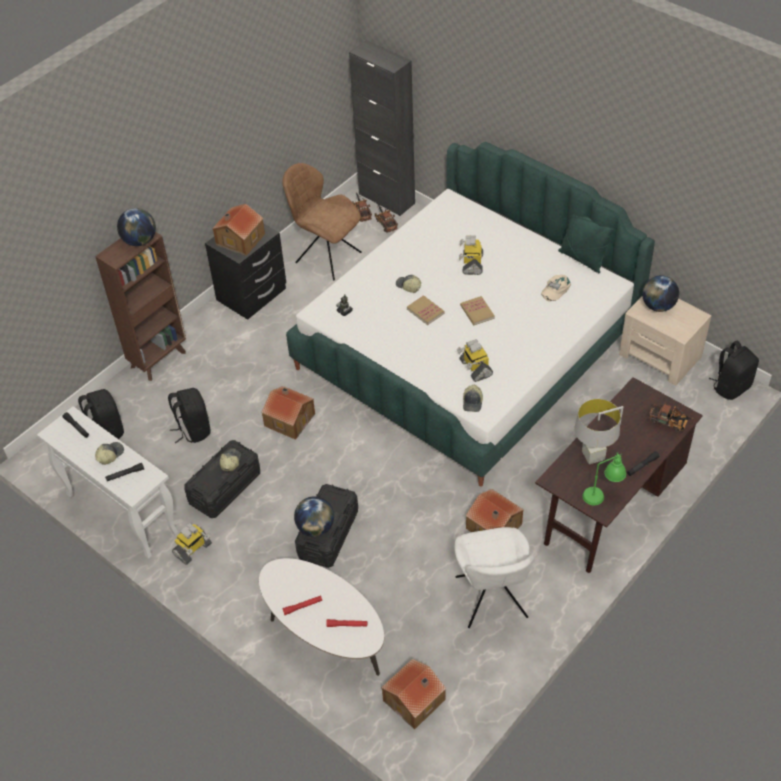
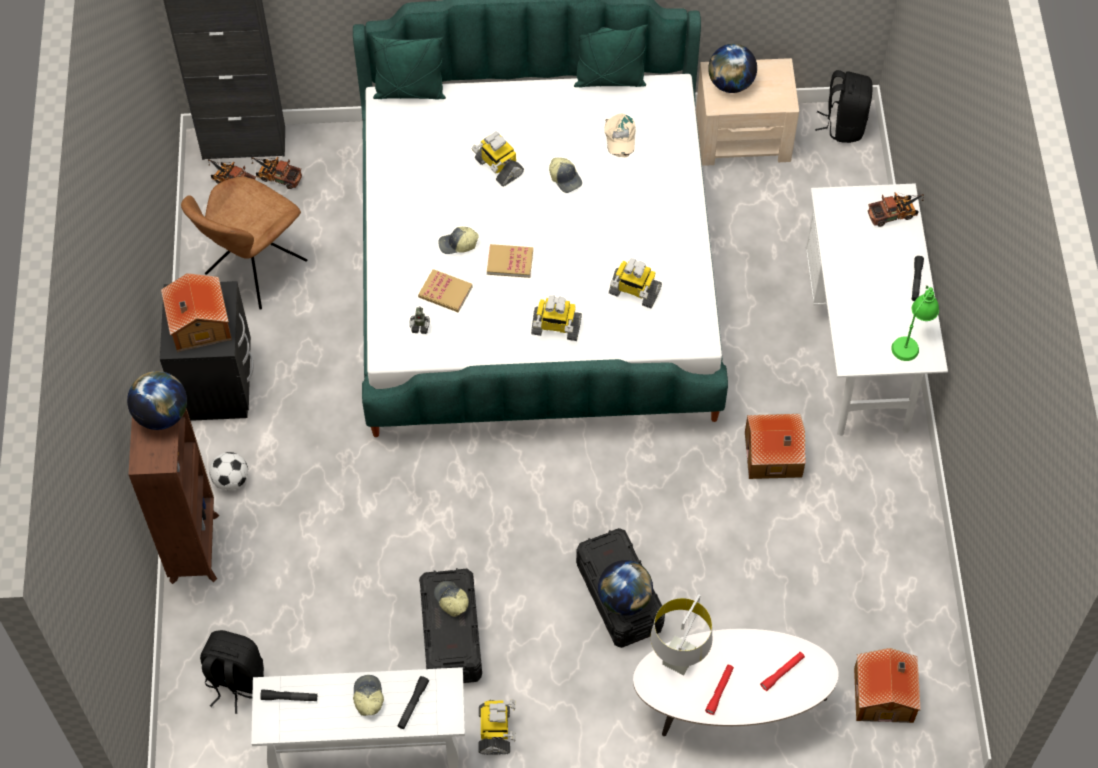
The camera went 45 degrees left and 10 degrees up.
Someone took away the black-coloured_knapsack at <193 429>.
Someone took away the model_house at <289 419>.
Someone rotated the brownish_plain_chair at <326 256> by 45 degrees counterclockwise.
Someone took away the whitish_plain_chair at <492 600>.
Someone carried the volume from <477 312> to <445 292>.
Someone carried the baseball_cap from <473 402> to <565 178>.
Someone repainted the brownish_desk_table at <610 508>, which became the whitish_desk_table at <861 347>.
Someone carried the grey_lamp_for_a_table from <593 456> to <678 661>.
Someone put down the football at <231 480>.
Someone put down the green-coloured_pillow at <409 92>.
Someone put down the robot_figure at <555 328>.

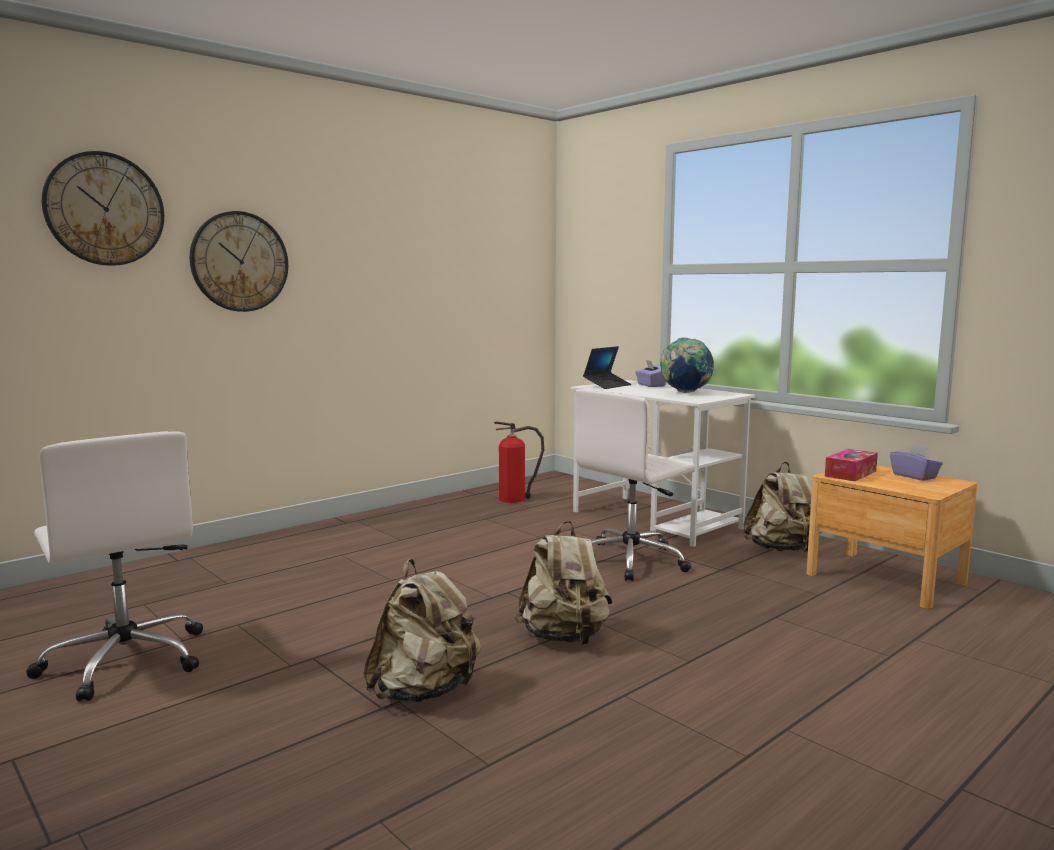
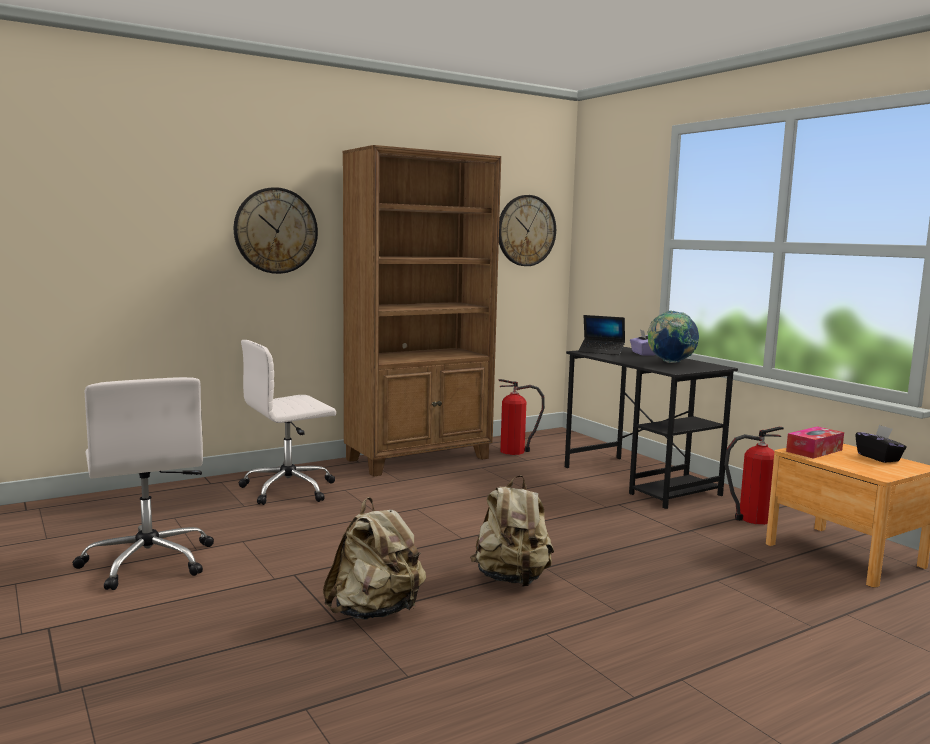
The camera went 10 degrees right and 0 degrees up.
Someone carried the hanging_clock from <104 209> to <526 230>.
Someone repainted the whitish_desk_table at <656 520>, which became the black-coloured_desk_table at <640 481>.
Someone carried the whitish_office_chair from <632 560> to <290 489>.
Someone rotated the laptop at <607 385> by 60 degrees clockwise.
Someone swapped the beige_knapsack at <782 550> for the fire_extinguisher at <752 519>.
Someone repainted the purple_box_of_tissues at <914 476>, which became the black-coloured_box_of_tissues at <878 458>.
Someone put down the brownish_bookshelf at <419 459>.

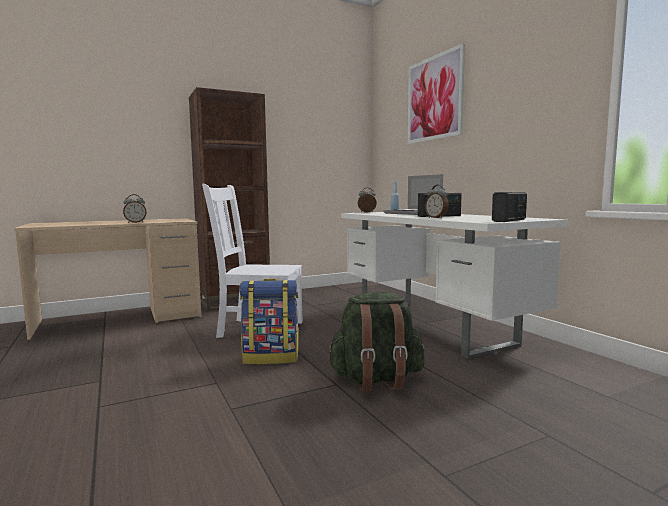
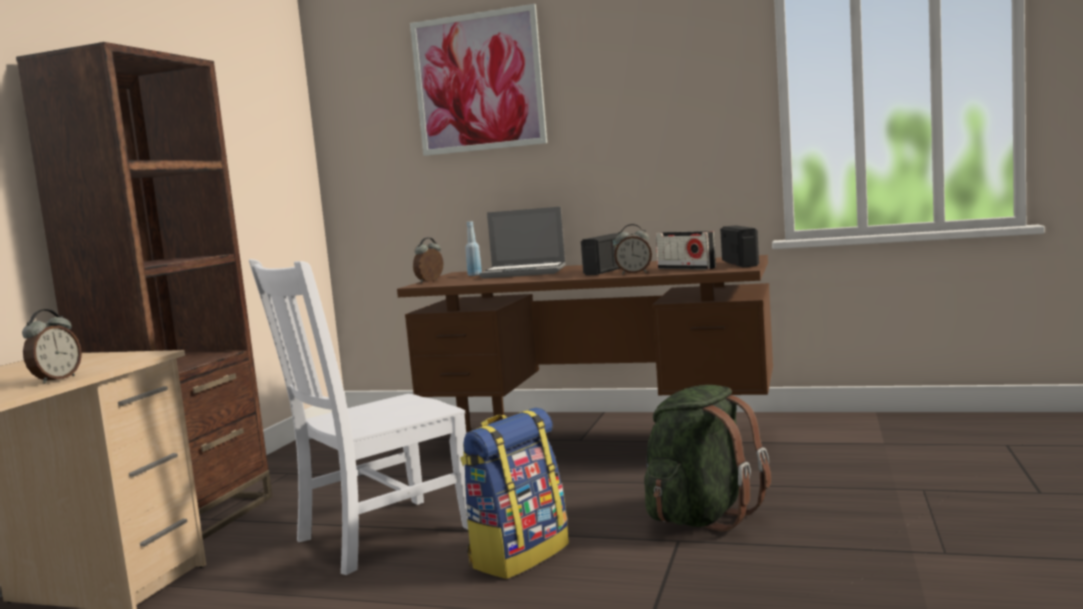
The camera went 45 degrees left and 0 degrees up.
Someone repainted the whitish_desk_table at <432 326>, which became the brownish_desk_table at <599 441>.
Someone put down the radio_receiver at <686 268>.

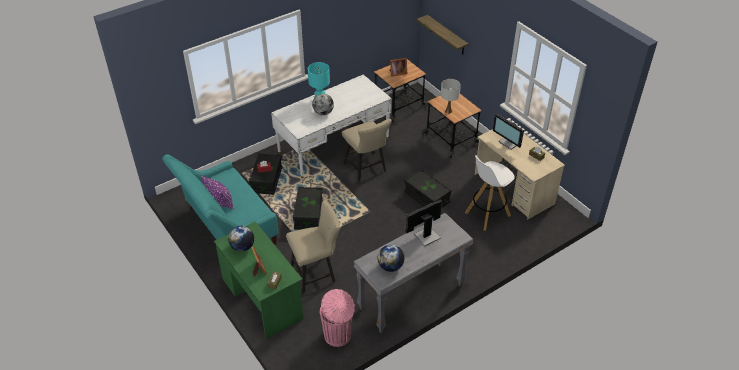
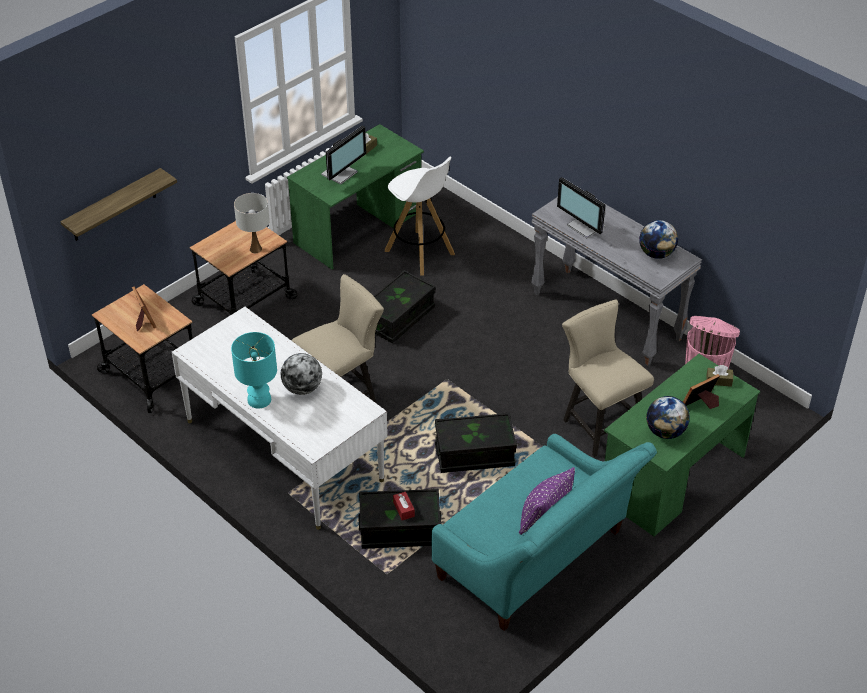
The camera went 100 degrees left and 0 degrees up.
Someone repainted the beige_desk_table at <514 189>, which became the green-coloured_desk_table at <358 228>.

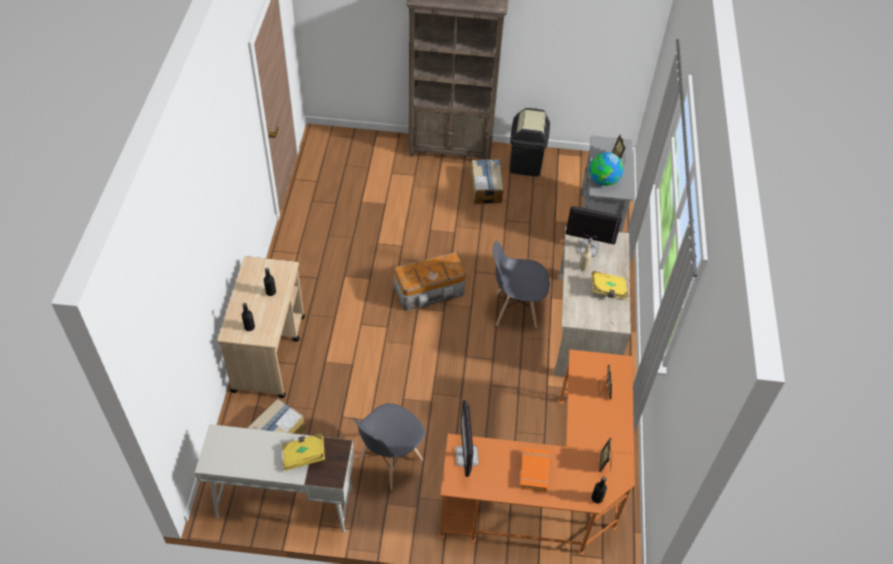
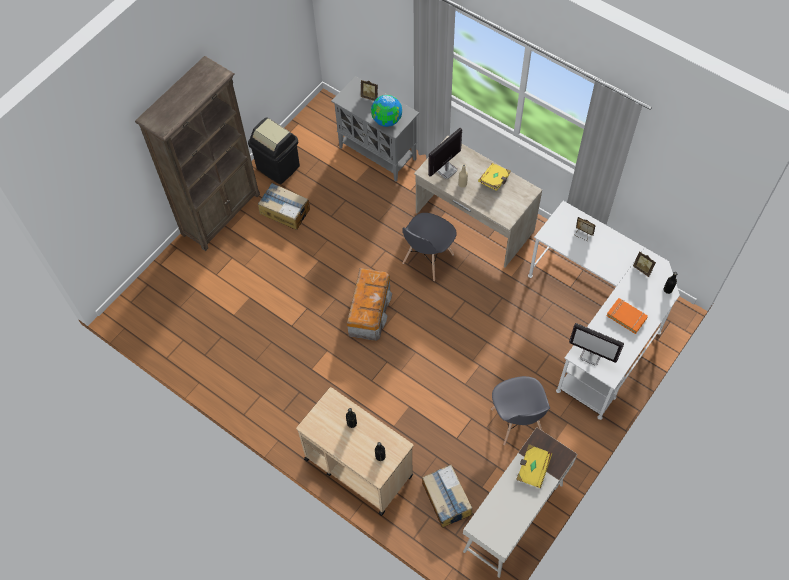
The camera went 55 degrees left and 10 degrees up.
Someone repainted the orange_desk_table at <549 487>, which became the whitish_desk_table at <598 323>.

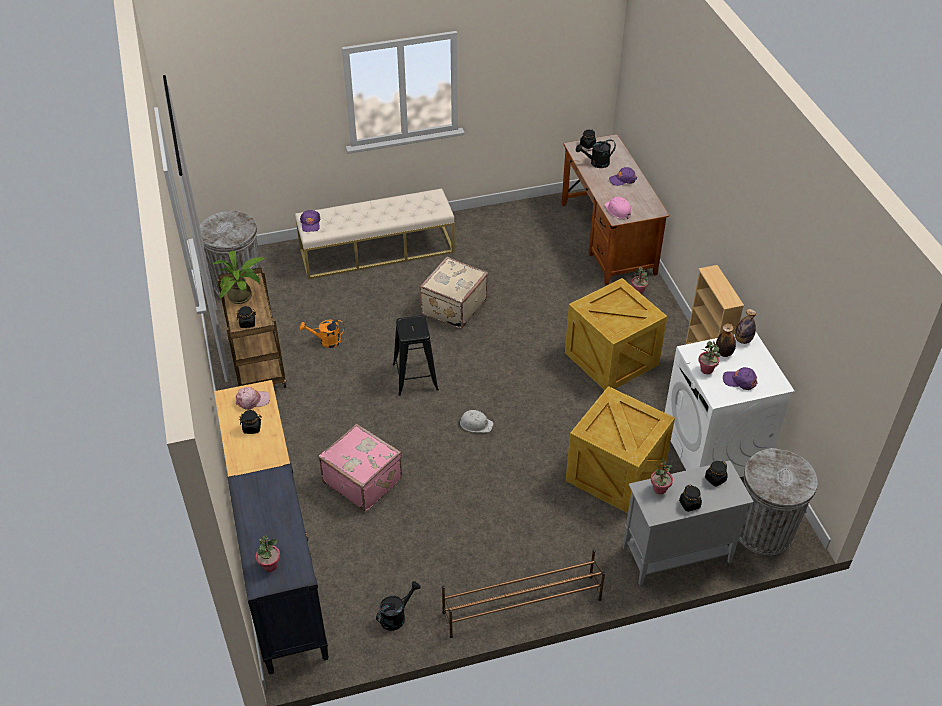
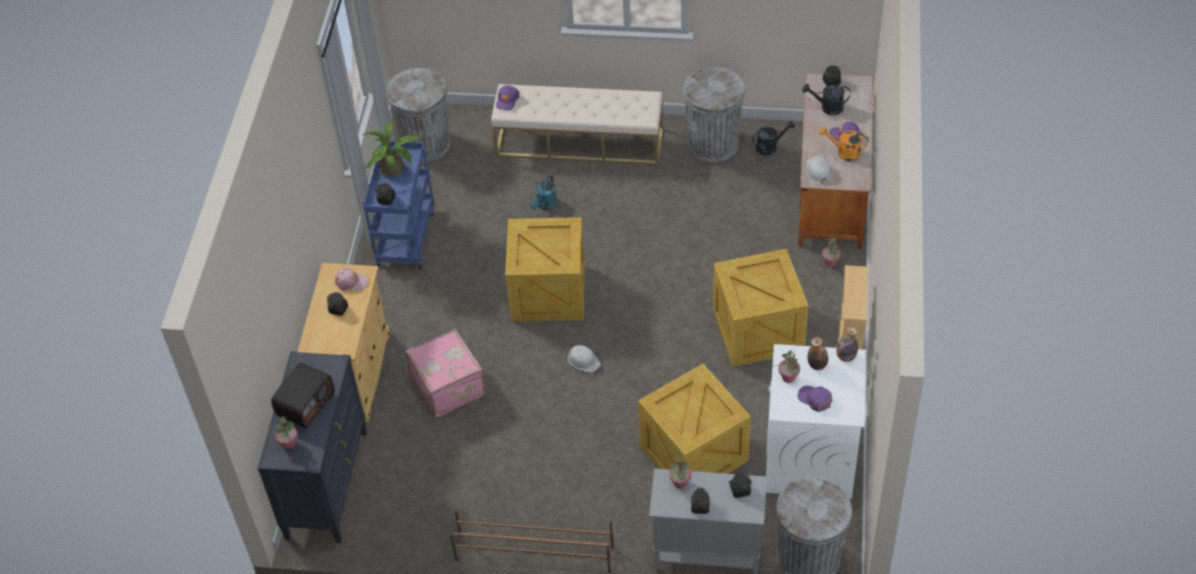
The camera went 25 degrees right and 5 degrees up.
Someone repainted the brownish_trolley at <257 364>, which became the bluish_trolley at <405 237>.
Someone carried the orange_watering_pot from <326 341> to <844 153>.
Someone carried the black-coloured_watering_pot from <396 616> to <770 147>.
Someone swapped the black-coloured_sitting_stool at <415 377> for the packing_crate at <549 293>.
Someone took away the beige_travel_case at <452 306>.
Someone repainted the pink_safety_helmet at <618 210>, which became the whitish_safety_helmet at <818 171>.
Someone put down the radio_receiver at <305 404>.
Someone put down the turquoise_watering_pot at <545 205>.
Someone put down the grey_waste_bin at <713 144>.

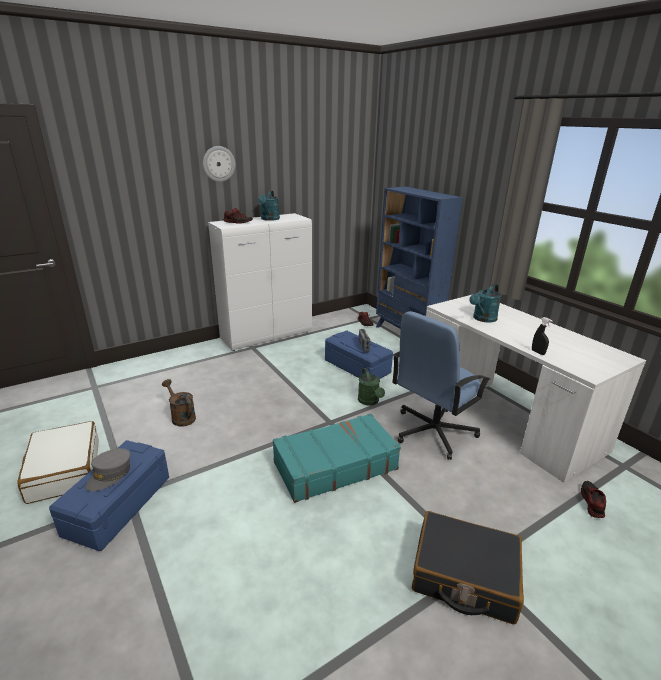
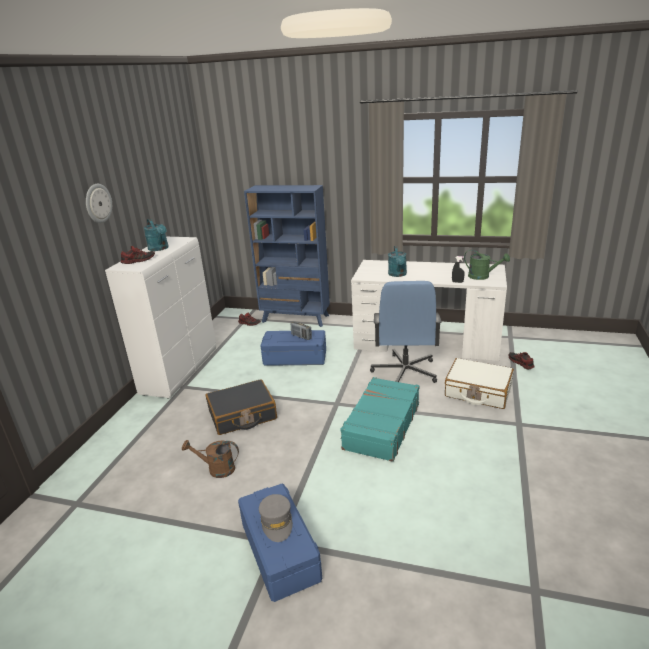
The camera went 40 degrees left and 0 degrees up.
Someone carried the whitish_travel_case from <64 470> to <478 391>.
Someone carried the green-coloured_watering_pot from <370 401> to <482 276>.
Someone carried the black-coloured_travel_case from <464 576> to <242 415>.

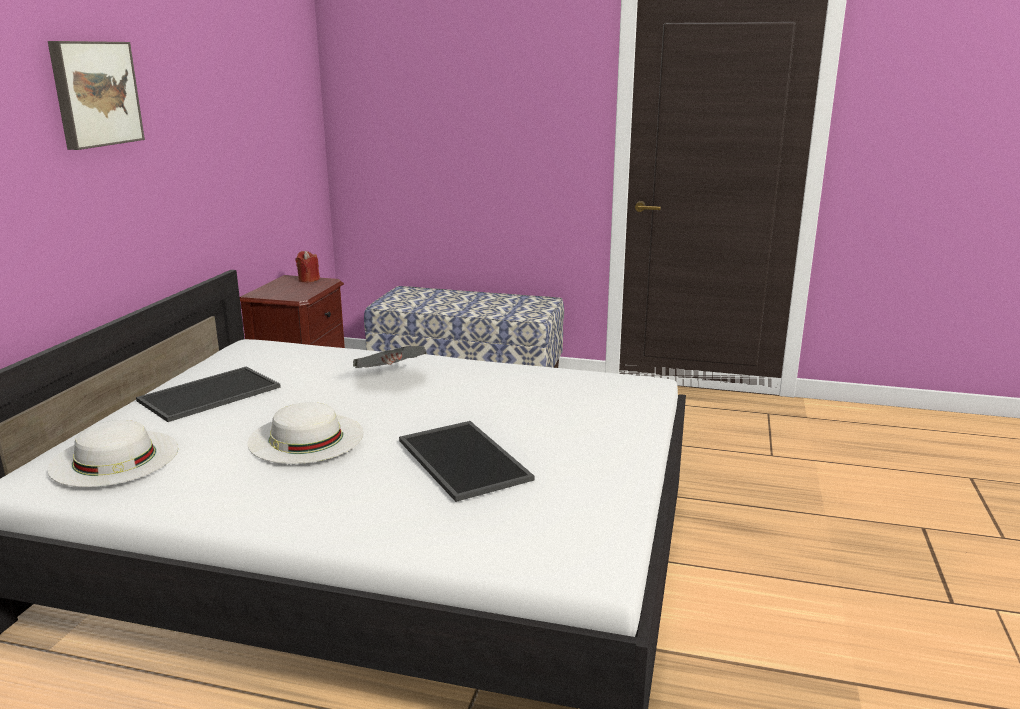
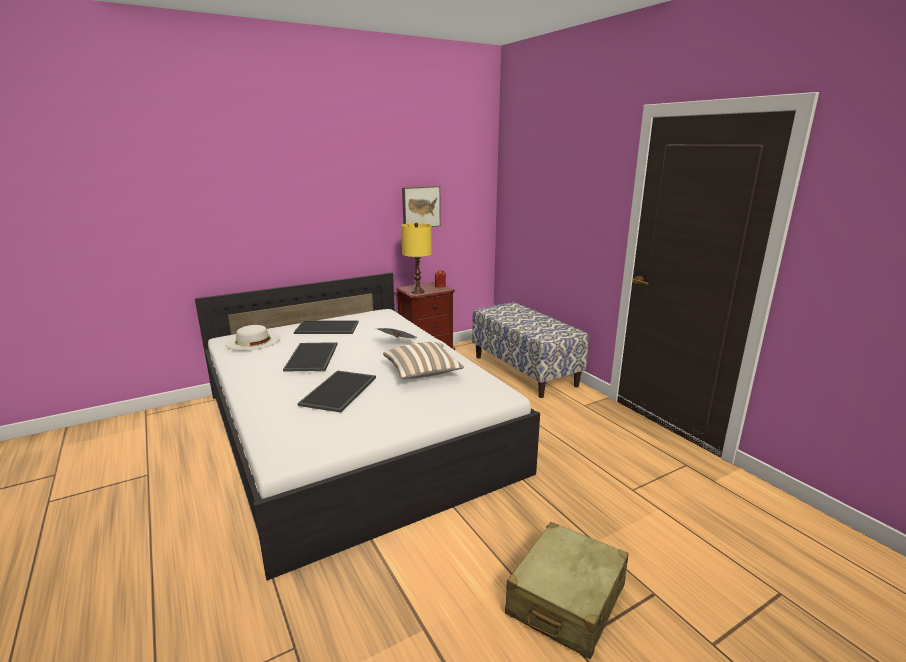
The camera went 45 degrees right and 0 degrees up.
Someone carried the picture from <94 94> to <420 207>.
Someone swapped the whitish_wearable_hat at <306 437> for the carrying_tray at <313 357>.
Someone put down the pillow at <422 372>.
Someone put down the yellow_lamp_for_a_table at <418 292>.
Someone put down the beige_travel_case at <566 600>.

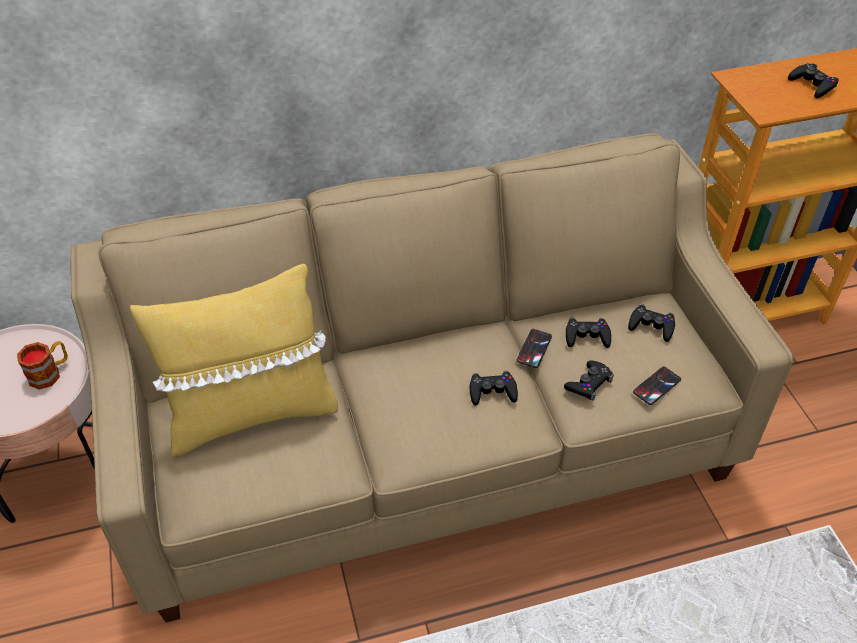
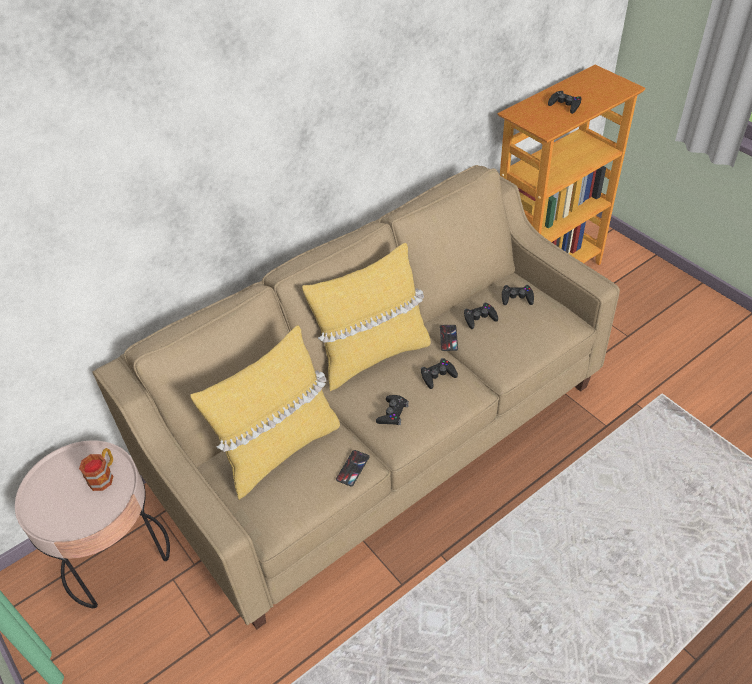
The camera went 20 degrees left and 0 degrees up.
Someone carried the black-coloured_game_controller from <589 384> to <392 413>.
Someone carried the handset from <656 386> to <352 468>.
Someone put down the yellow_pillow at <372 356>.

